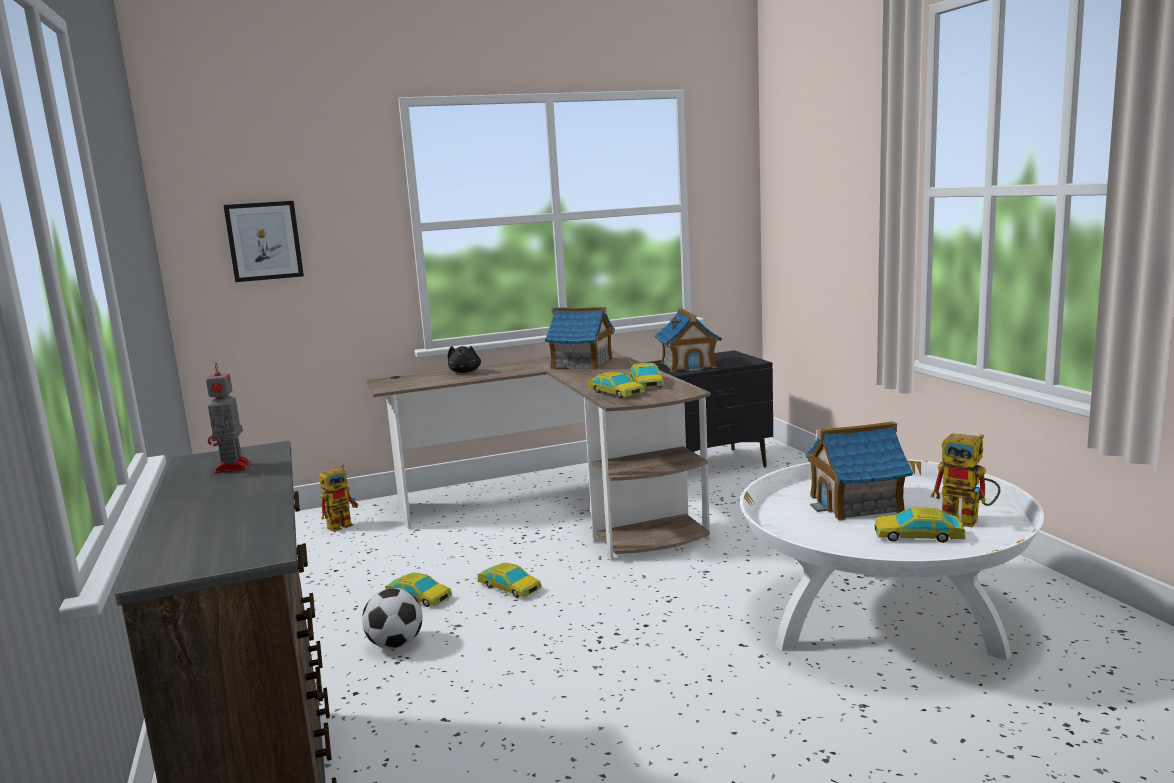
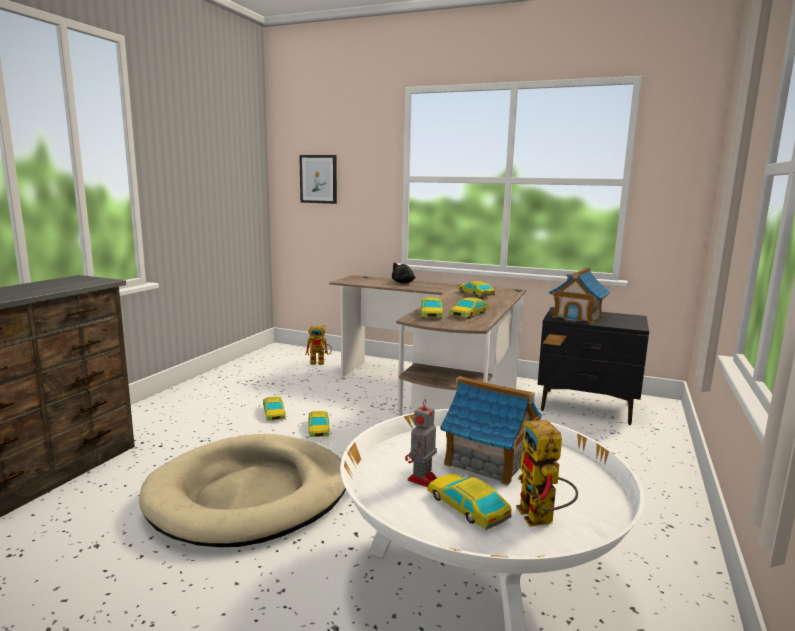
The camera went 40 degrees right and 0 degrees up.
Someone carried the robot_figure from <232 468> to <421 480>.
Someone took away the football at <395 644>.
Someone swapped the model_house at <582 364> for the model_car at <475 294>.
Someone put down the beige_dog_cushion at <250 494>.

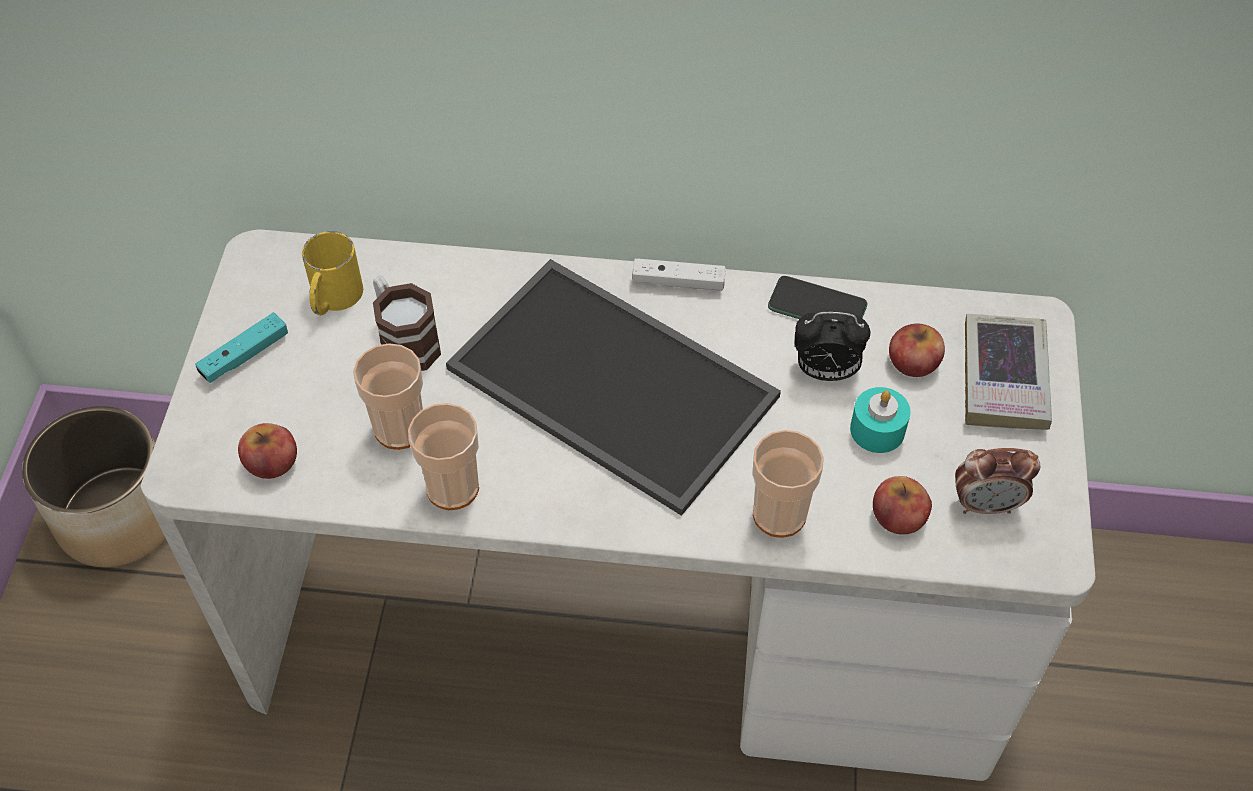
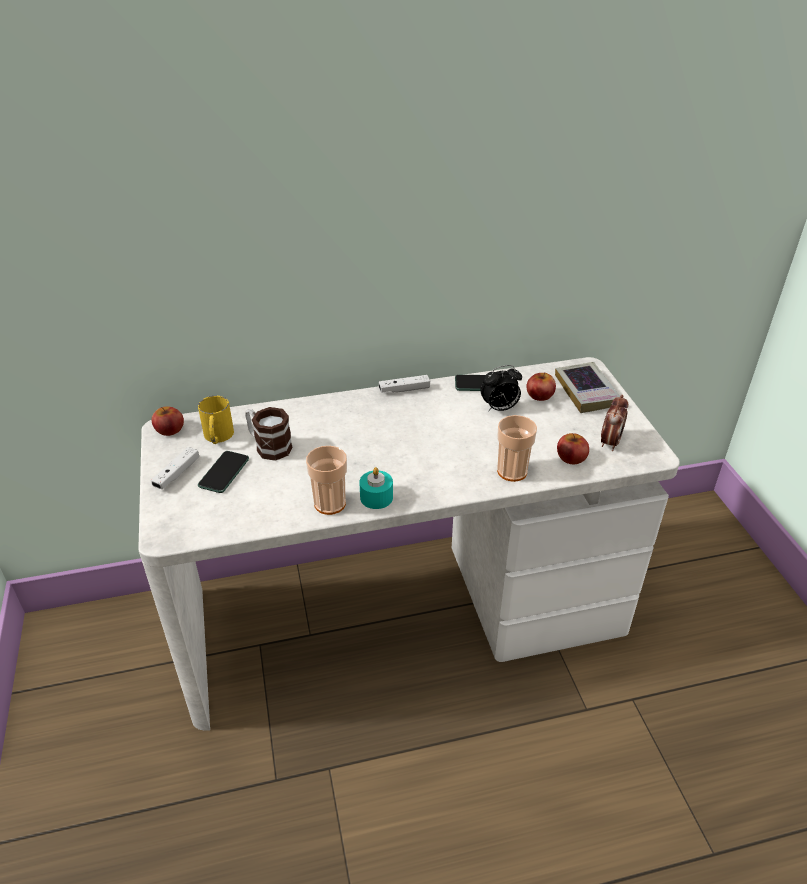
The camera went 20 degrees left and 15 degrees down.
Someone took away the planter at <118 515>.
Someone repainted the turquoise_game_controller at <245 355>, which became the whitish_game_controller at <177 473>.
Someone carried the whole_apple from <271 462> to <169 429>.
Someone took away the cup at <399 428>.
Someone took away the carrying_tray at <606 384>.
Someone carried the turquoise_wax_candle from <877 430> to <376 497>.
Someone rotated the table_clock at <986 504> by 45 degrees counterclockwise.
Someone put down the handset at <224 472>.

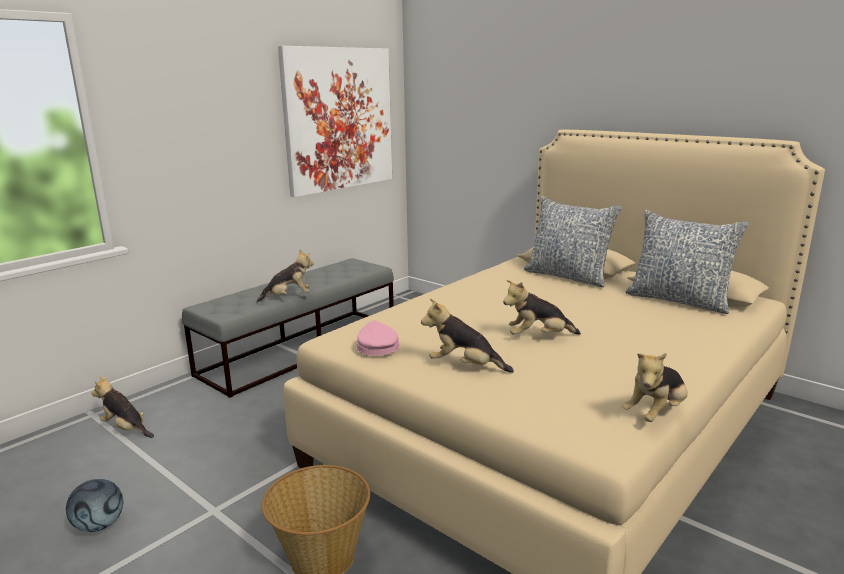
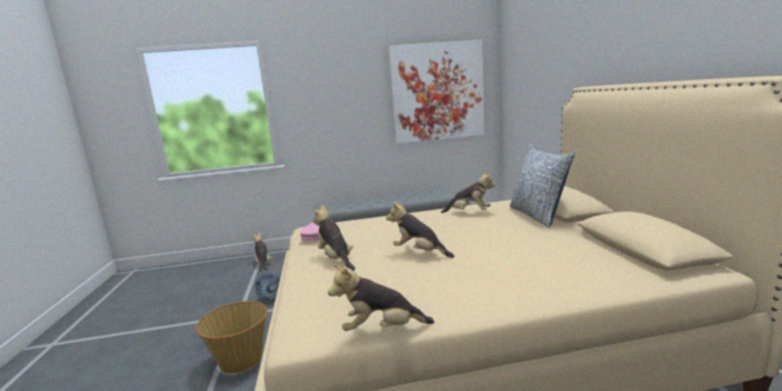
The camera went 40 degrees right and 5 degrees down.
Someone carried the football from <99 526> to <271 298>.
Someone carried the cuddly_toy from <288 297> to <469 213>.
Someone took away the pillow at <678 300>.

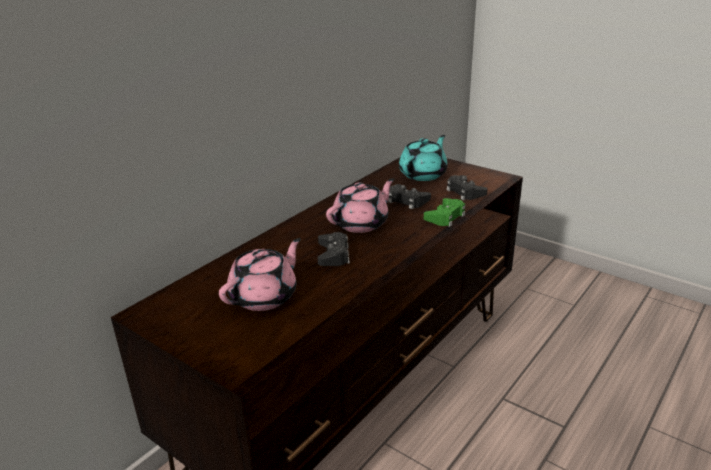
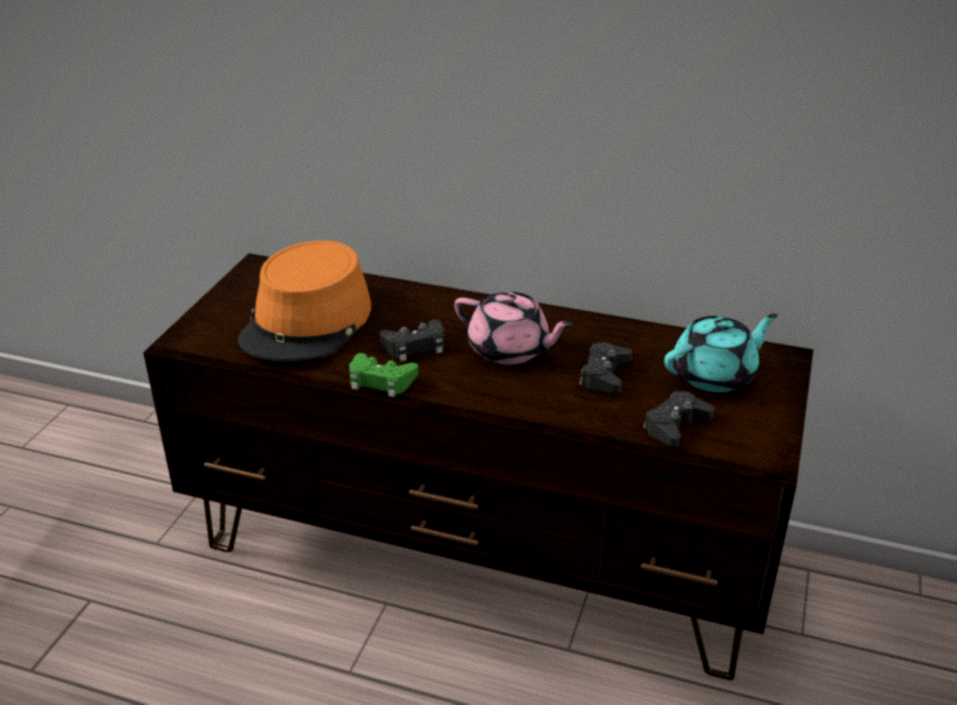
The camera went 70 degrees right and 5 degrees up.
Someone swapped the pink_teapot at <265 296> for the orange_wearable_hat at <307 322>.
Someone rotated the turquoise_teapot at <423 174> by 45 degrees counterclockwise.
Someone carried the green-coloured_game_controller from <445 217> to <381 381>.

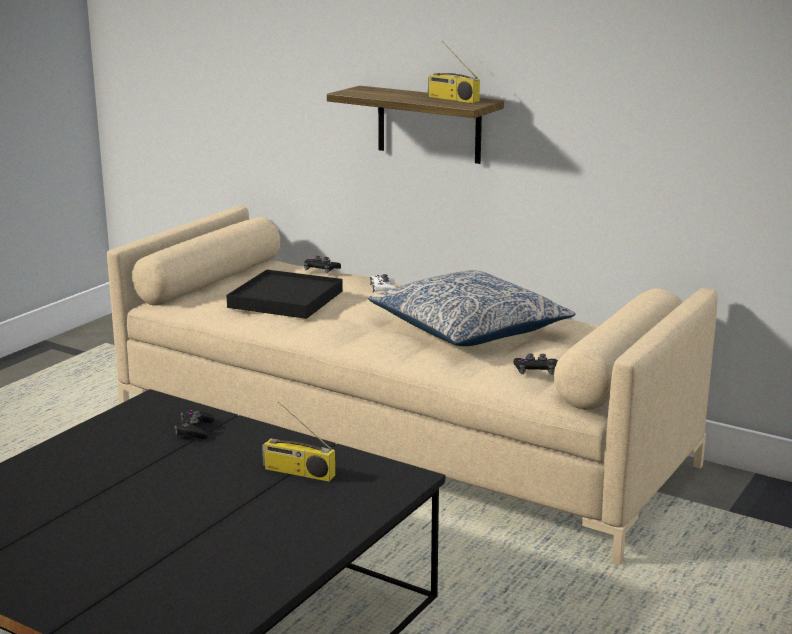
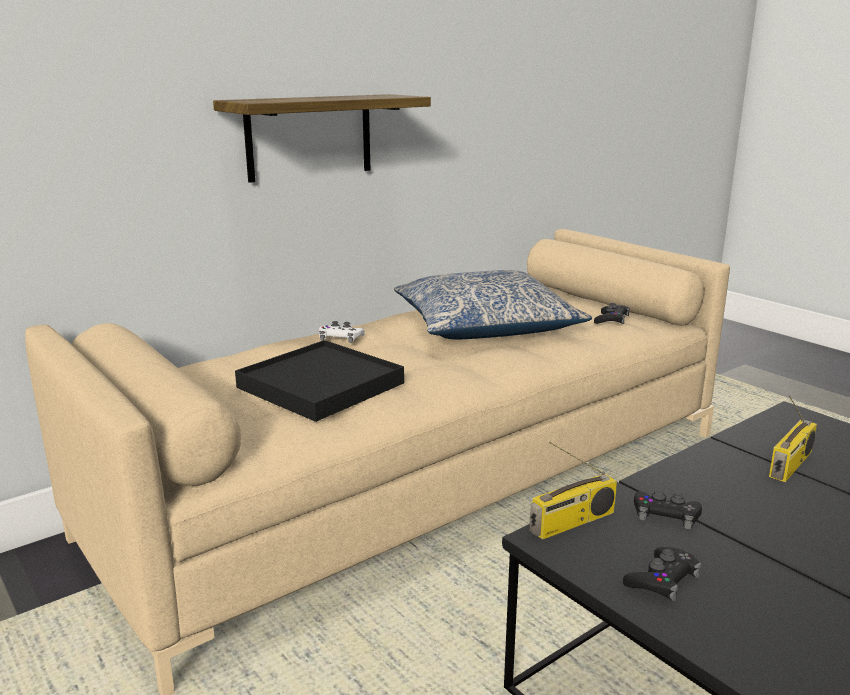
The camera went 70 degrees left and 0 degrees up.
Someone carried the black-coloured_game_controller from <321 269> to <662 580>.
Someone carried the radio_receiver from <452 99> to <572 523>.

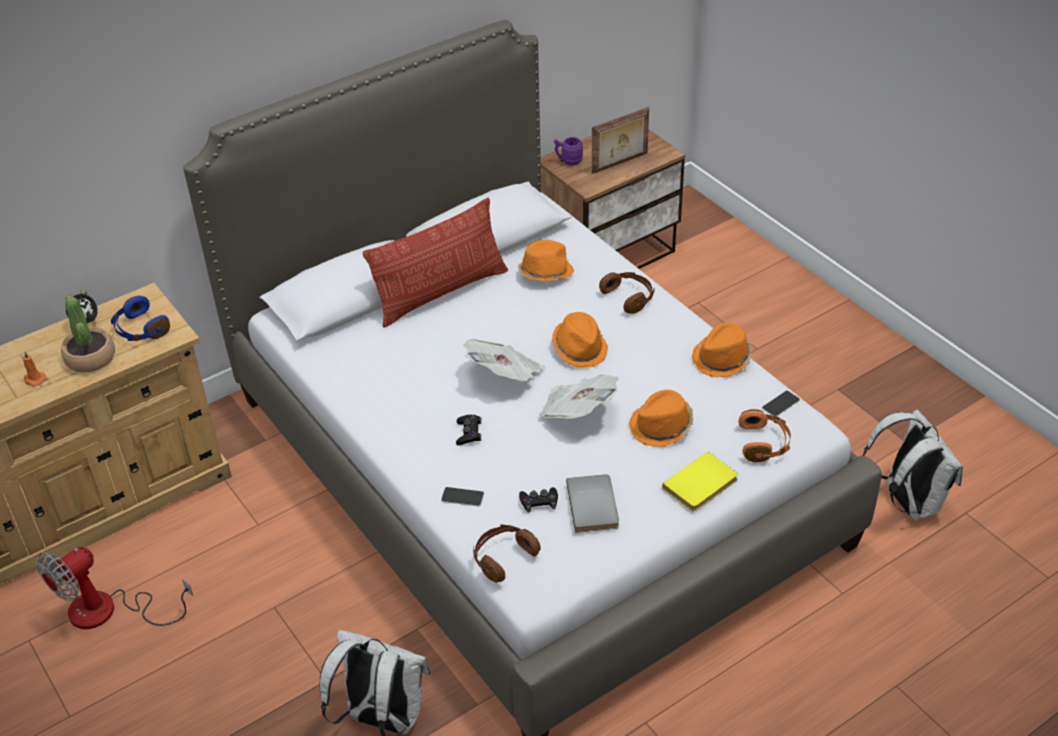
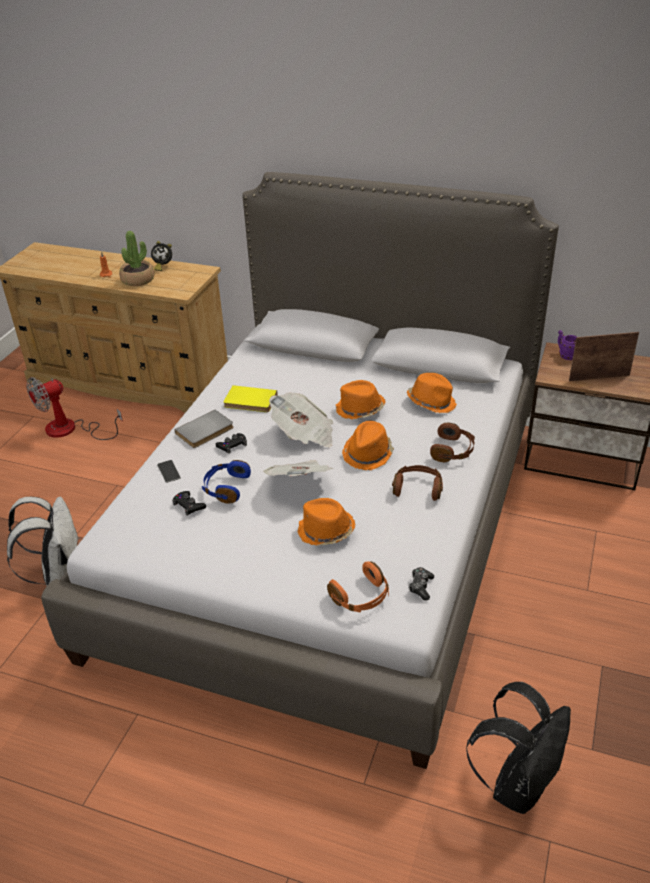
The camera went 55 degrees right and 5 degrees down.
Someone rotated the fan at <109 611> by 45 degrees counterclockwise.
Someone carried the bluish_headphones from <140 329> to <226 488>.
Someone took away the pillow at <440 293>.
Someone carried the brownish_headphones from <503 557> to <418 488>.
Someone carried the grey_volume from <594 505> to <206 431>.
Someone rotated the standing_frame at <620 163> by 150 degrees clockwise.
Someone carried the yellow_volume from <702 485> to <250 402>.
Someone carried the orange_wearable_hat from <723 359> to <360 409>.
Someone swapped the handset at <781 404> for the game_controller at <421 587>.
Someone repainted the whitish_knapsack at <907 501>, which became the black-coloured_knapsack at <517 783>.

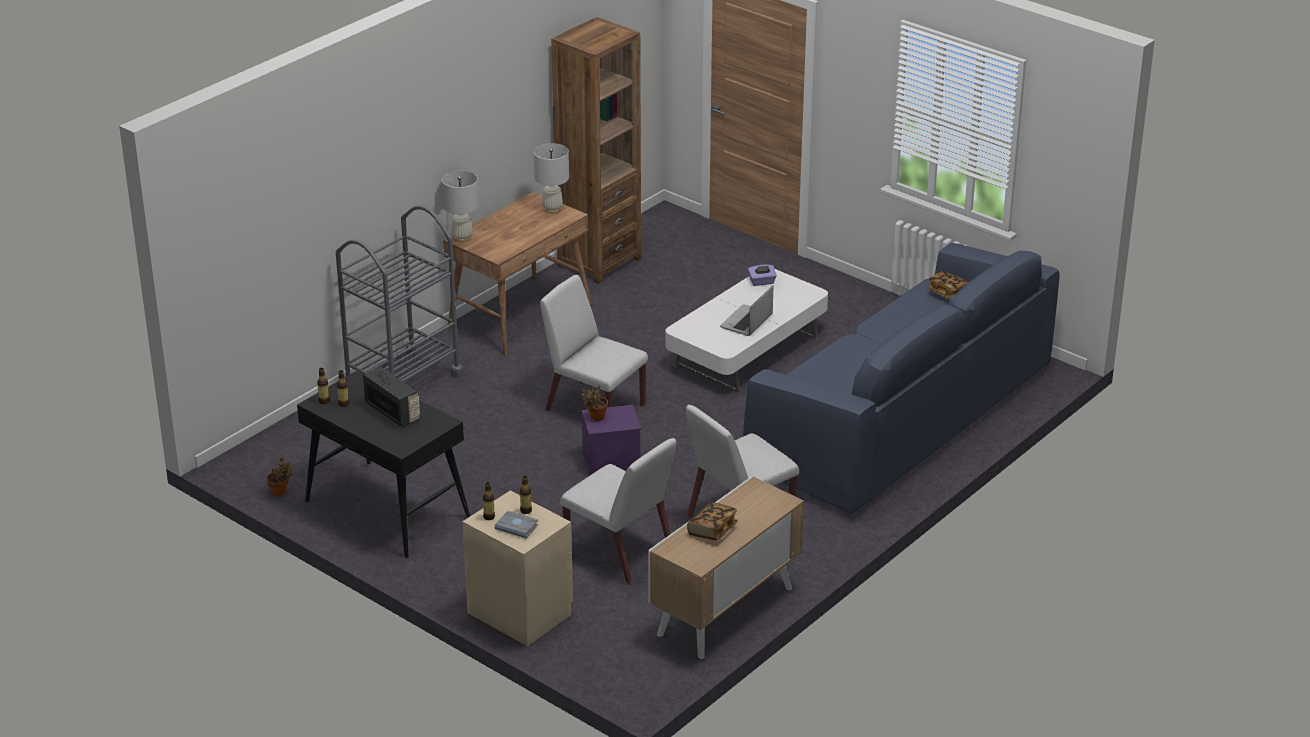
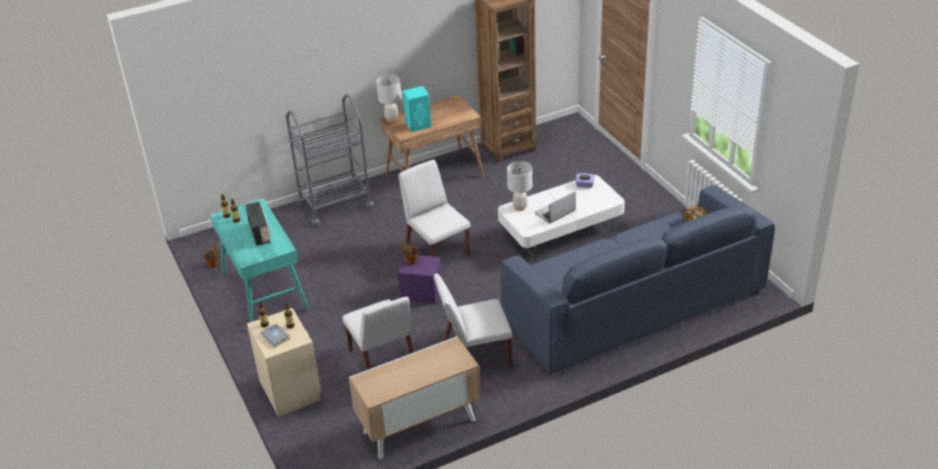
The camera went 25 degrees right and 5 degrees up.
Someone repainted the black-coloured_desk_table at <386 509>, which became the turquoise_desk_table at <264 292>.
Someone carried the whitish_lamp_for_a_table from <552 209> to <520 207>.
Someone took away the volume at <712 530>.
Someone put down the turquoise_loudspeaker at <419 124>.

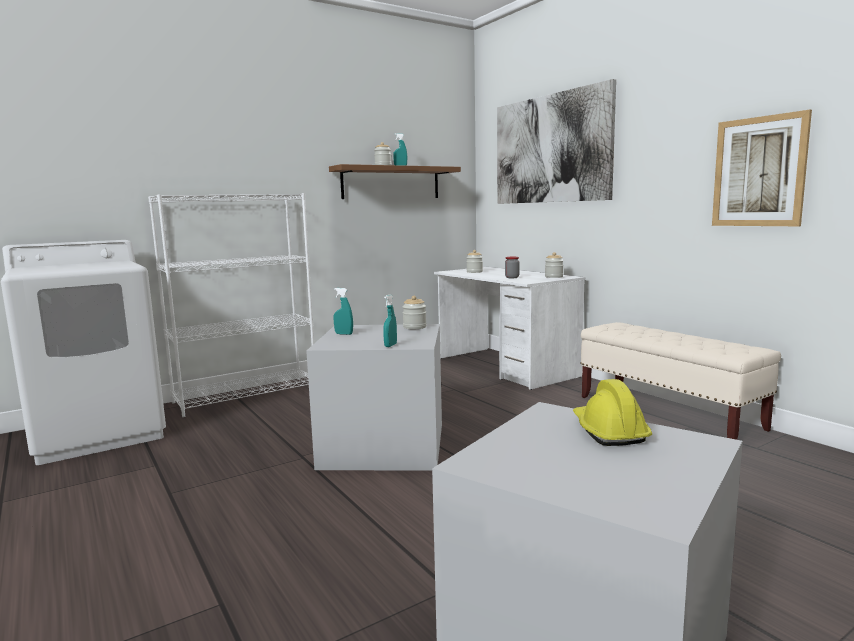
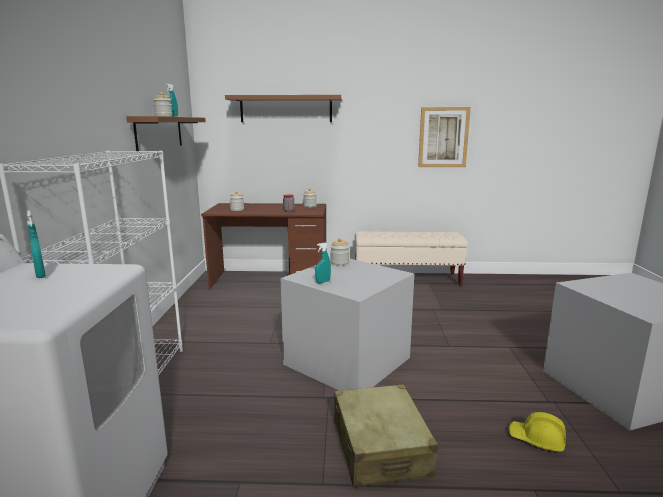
The camera went 55 degrees left and 5 degrees up.
Someone carried the turquoise_hand_sprayer from <390 345> to <40 275>.
Someone repainted the whitish_desk_table at <505 367>, which became the brownish_desk_table at <270 281>.
Someone swapped the picture at <551 149> for the brownish_shelf at <286 109>.
Someone carried the yellow_safety_helmet from <608 431> to <536 440>.
Someone put down the beige_travel_case at <380 447>.

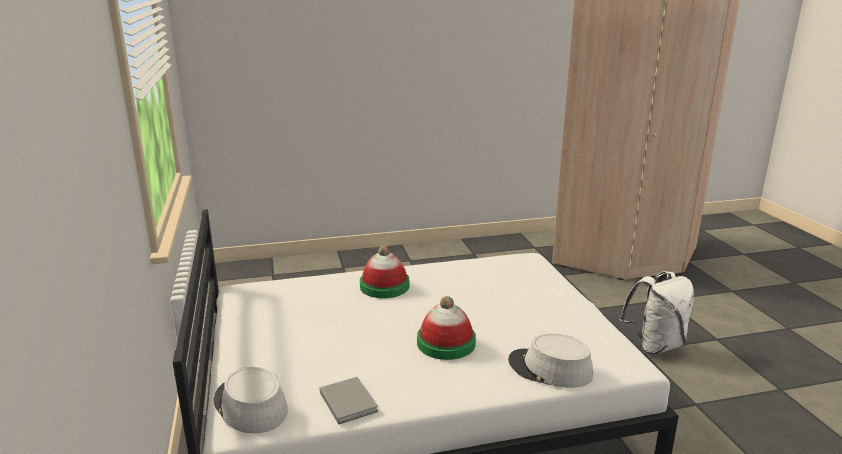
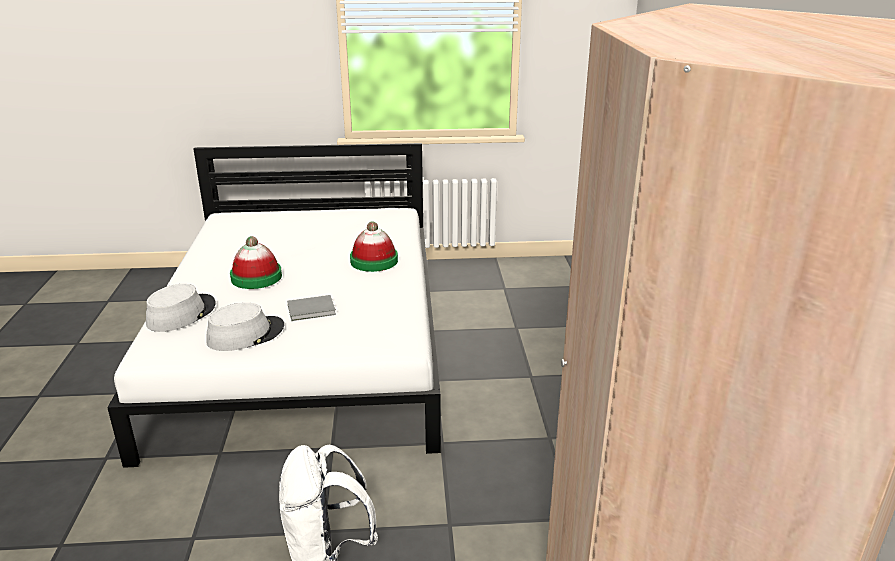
The camera went 100 degrees right and 5 degrees up.
Someone carried the grey_wearable_hat from <250 406> to <246 334>.
Someone carried the grey_volume from <348 401> to <313 310>.

